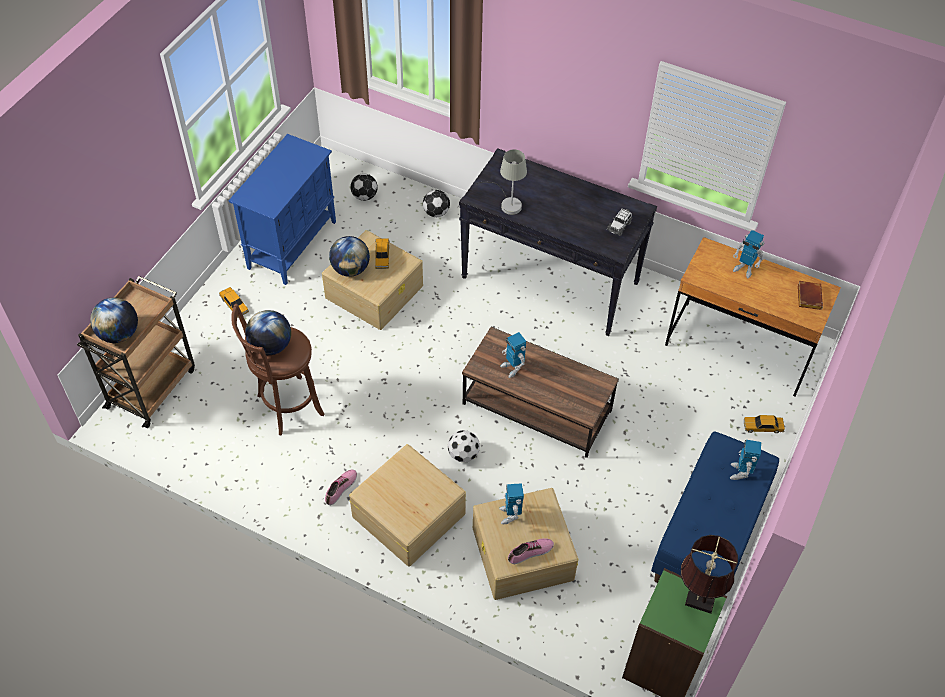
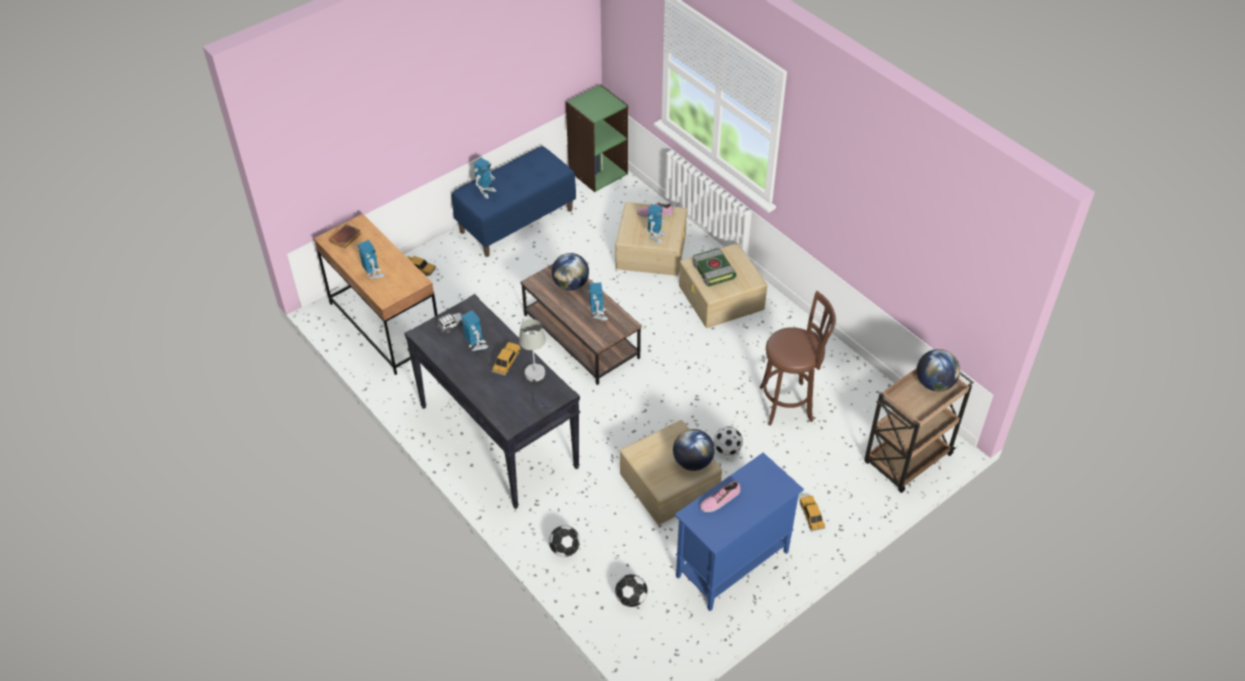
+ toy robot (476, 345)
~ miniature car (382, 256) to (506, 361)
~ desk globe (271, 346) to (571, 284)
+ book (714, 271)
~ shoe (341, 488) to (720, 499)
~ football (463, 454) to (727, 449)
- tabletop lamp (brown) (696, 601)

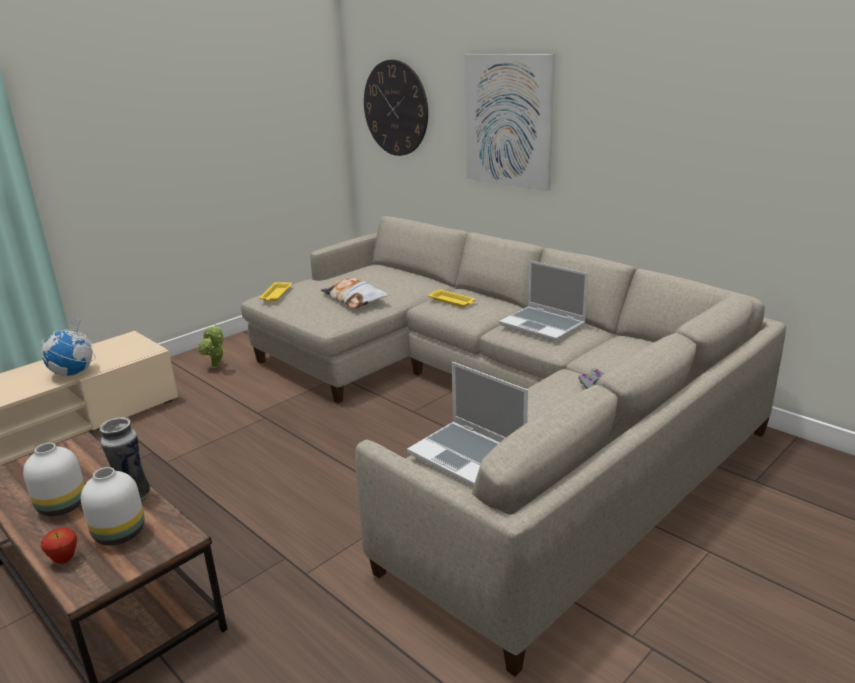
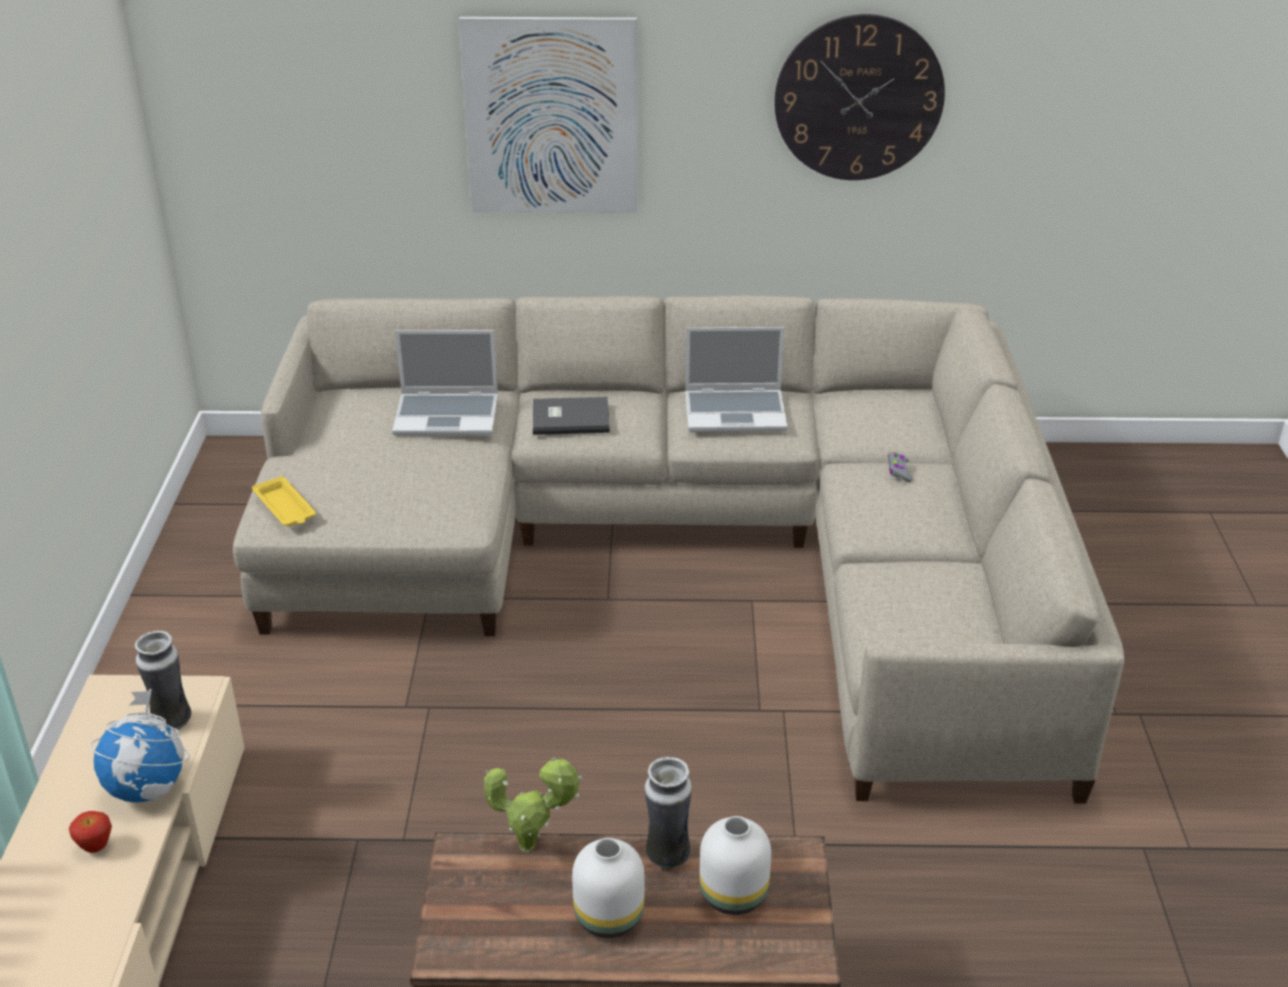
~ apple fruit (64, 560) to (96, 847)
+ flower vase (172, 722)
~ notebook computer (469, 456) to (448, 416)
~ plant in a pot (216, 367) to (533, 846)
~ tray (yellowish) (452, 301) to book (greyish) (569, 418)
~ wall clock (395, 108) to (858, 98)
- pillow (354, 298)

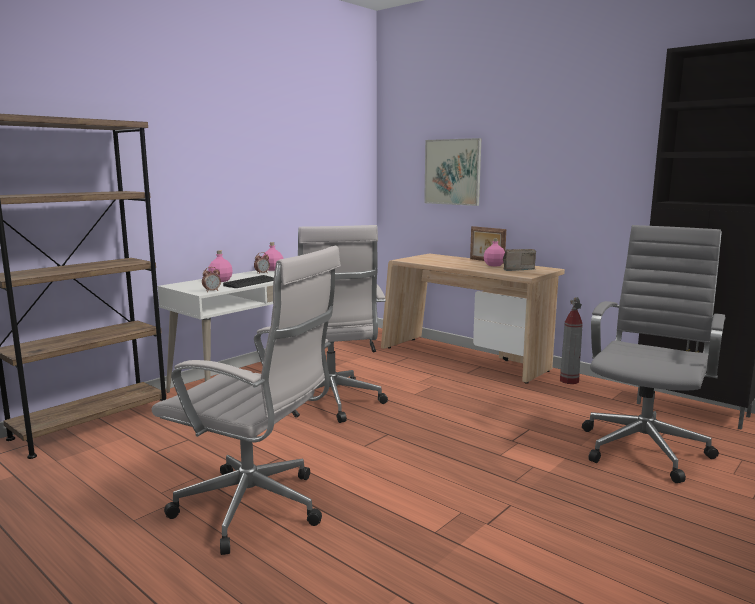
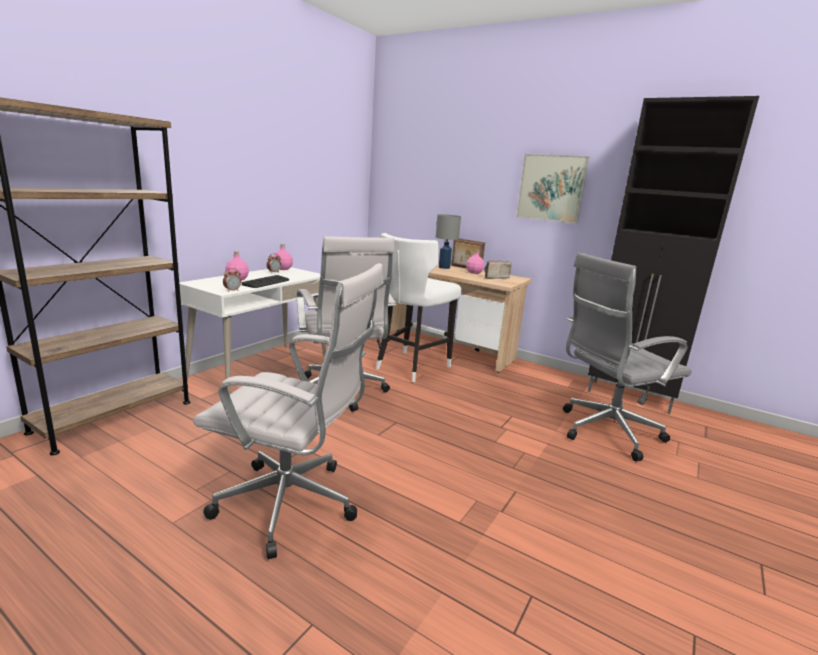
+ sitting stool (white-coloured) (411, 367)
+ tabletop lamp (greyish) (444, 267)
~ wall picture (452, 172) to (551, 188)
~ desk chair (greyish) (644, 448) = (605, 432) 135 degrees counterclockwise
- fire-fighting cylinder (569, 381)

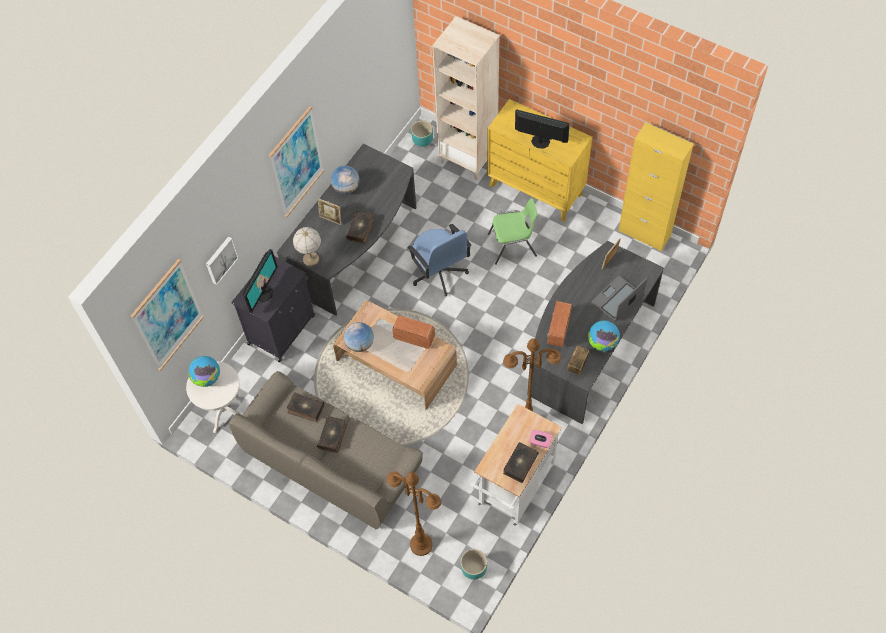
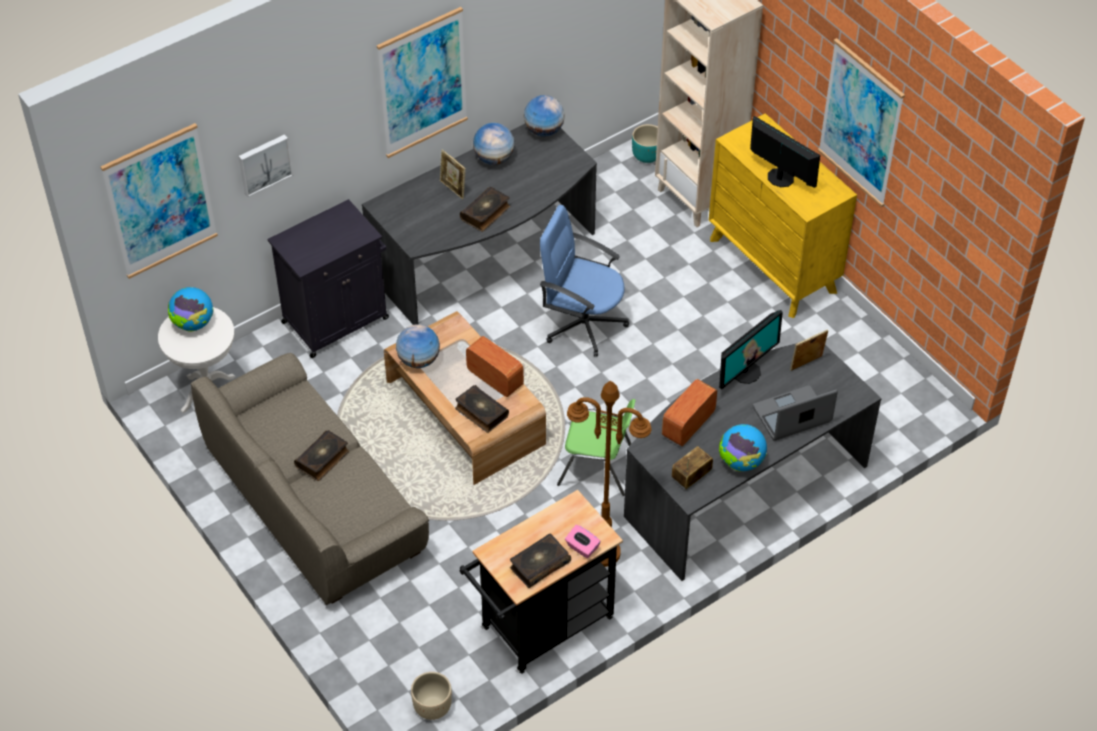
~ flower pot (turquoise-coloured) (474, 568) to flower pot (beige) (432, 706)
~ book (305, 409) to (481, 413)
~ wheeled cart (white-coloured) (513, 490) to wheeled cart (black) (540, 628)
+ desk globe (544, 130)
~ desk chair (blue) (439, 273) = (582, 323) 120 degrees clockwise
~ upright chair (green-coloured) (513, 245) to (597, 469)
~ monitor (263, 293) to (746, 372)
+ wall picture (860, 123)
- tabletop lamp (311, 259)
- standard lamp (brown) (420, 544)
- storage cabinet (yellowish) (644, 233)

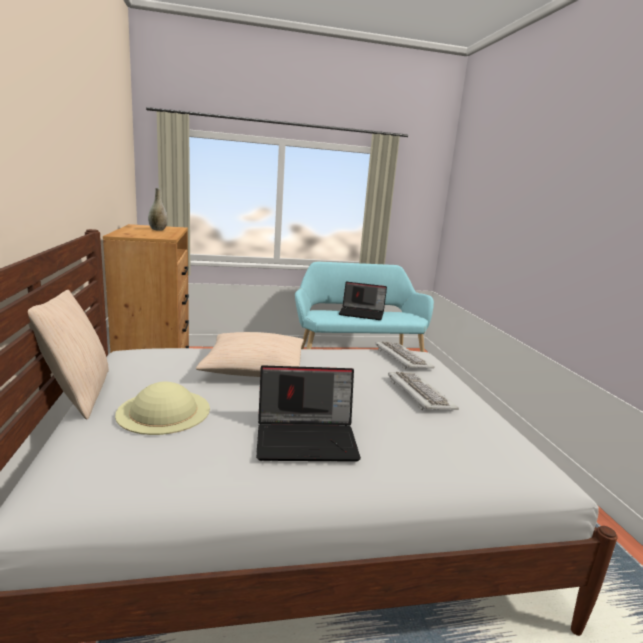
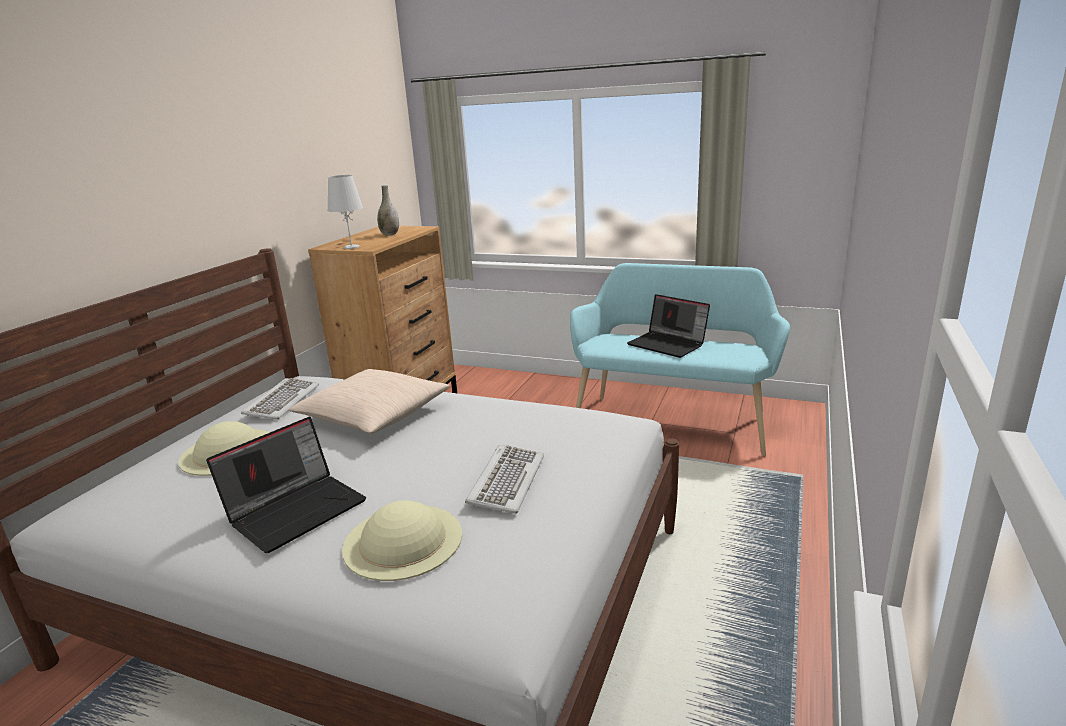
~ notebook computer (308, 439) = (297, 509) 75 degrees counterclockwise
~ keyboard (402, 358) to (282, 401)
+ tabletop lamp (white-coloured) (351, 247)
+ hat (beige) (403, 540)
- pillow (beige) (78, 394)

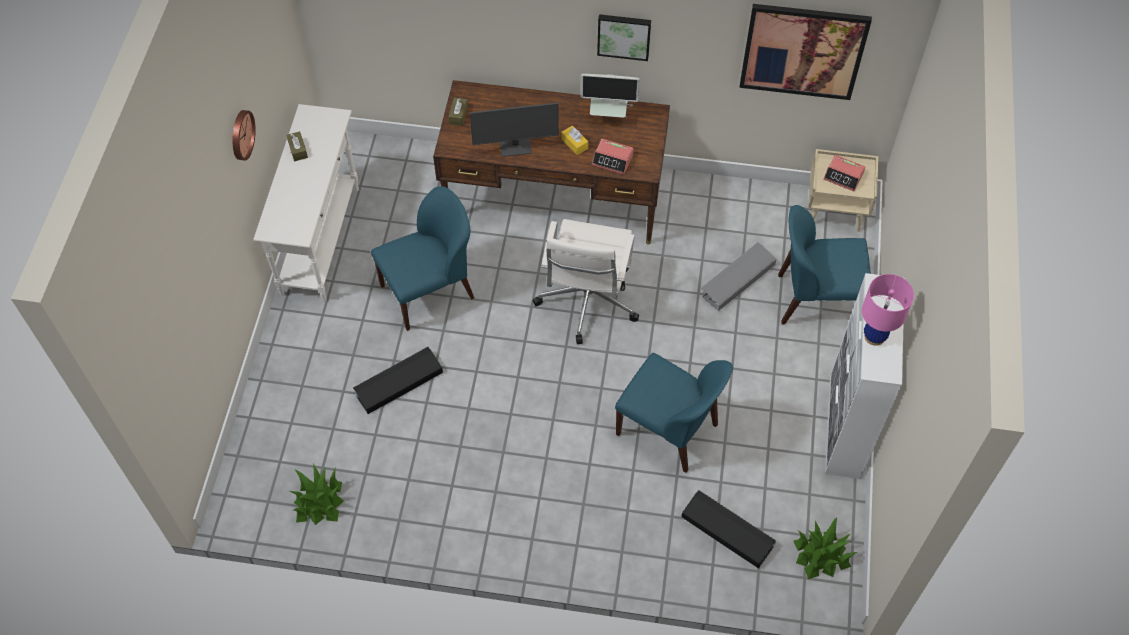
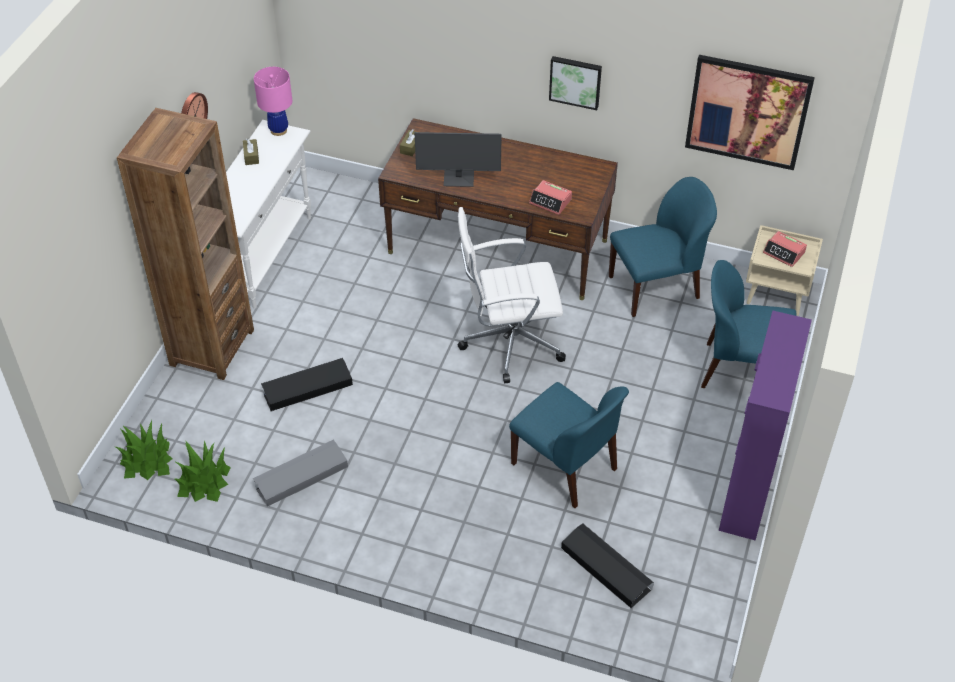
~ plant in a pot (821, 554) to (146, 460)
+ bookcase (brown) (212, 347)
~ storage box (greyish) (737, 279) to (301, 476)
~ tabletop lamp (pink) (874, 336) to (278, 130)
~ desk chair (white-coloured) (587, 302) = (509, 342) 60 degrees clockwise
~ upright chair (blue) (429, 291) to (656, 287)
~ storage cabinet (white-coloured) (844, 427) to storage cabinet (purple-coloured) (748, 490)
- box of tissues (yellowish) (574, 144)
- monitor (608, 117)

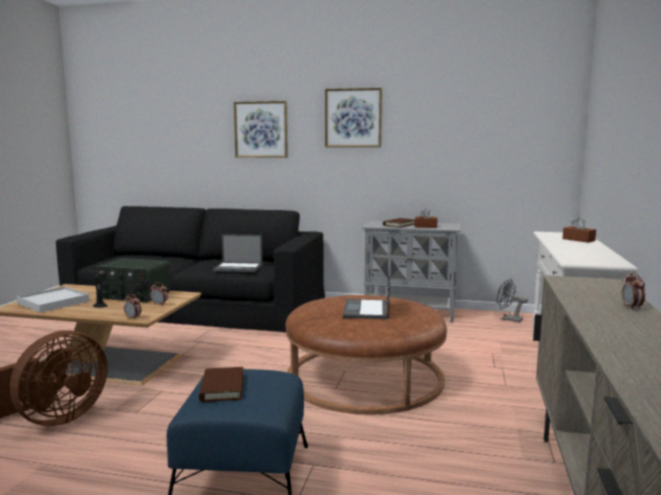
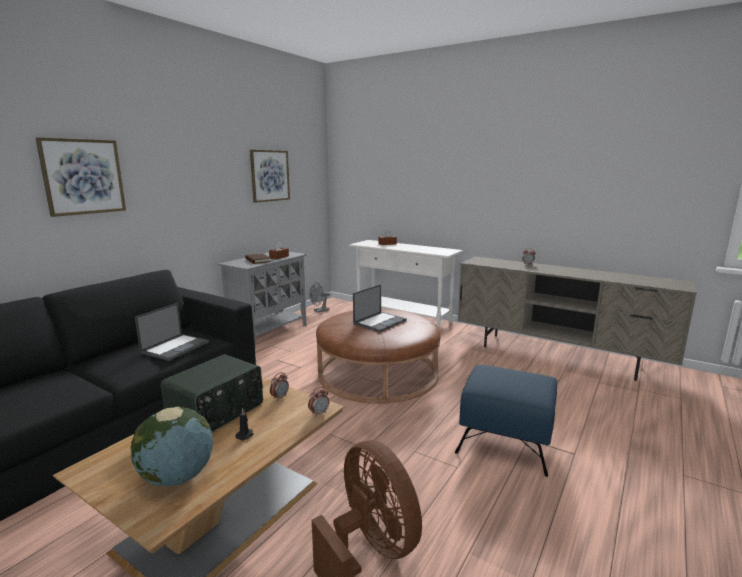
~ tray (white-coloured) (53, 302) to desk globe (177, 477)
~ wall picture (353, 118) to (270, 175)
~ notebook computer (367, 310) = (380, 322) 75 degrees counterclockwise
- book (brown) (222, 387)

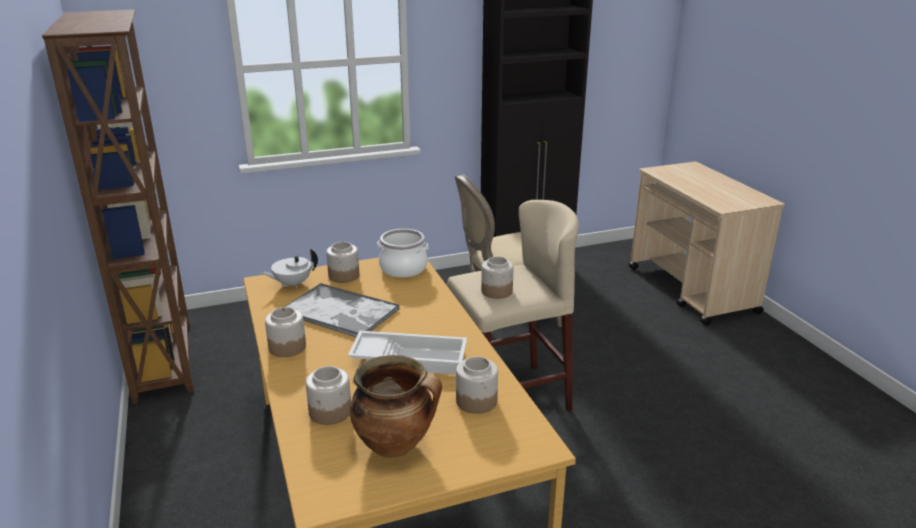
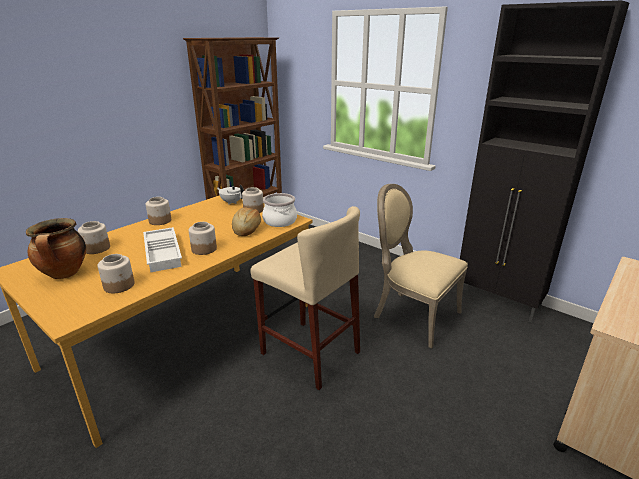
~ preserve jar (496, 291) to (203, 249)
+ bakery bread (246, 229)
- tray (341, 312)

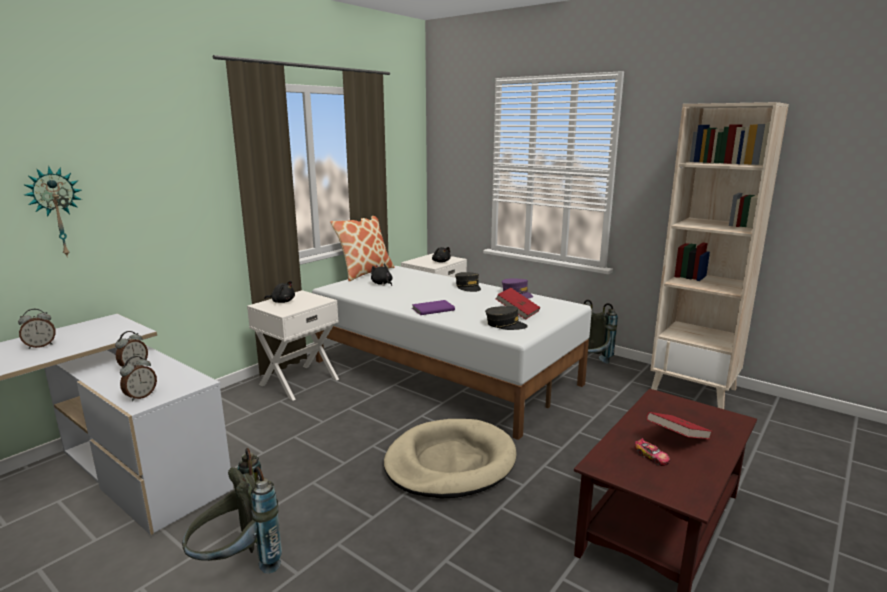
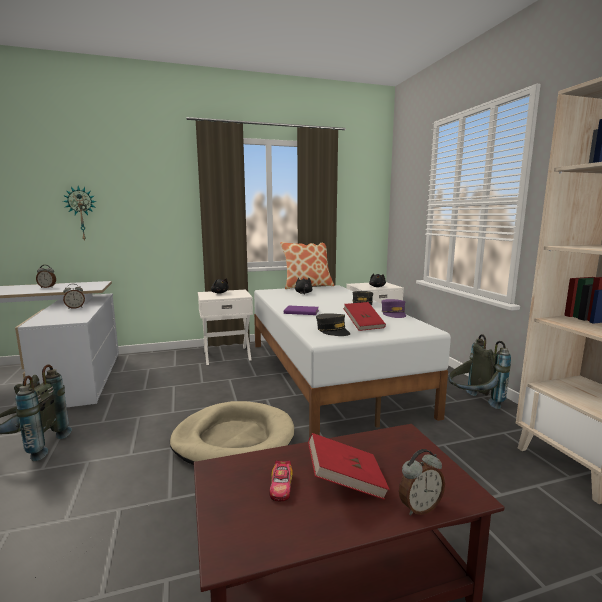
~ alarm clock (140, 396) to (419, 507)

